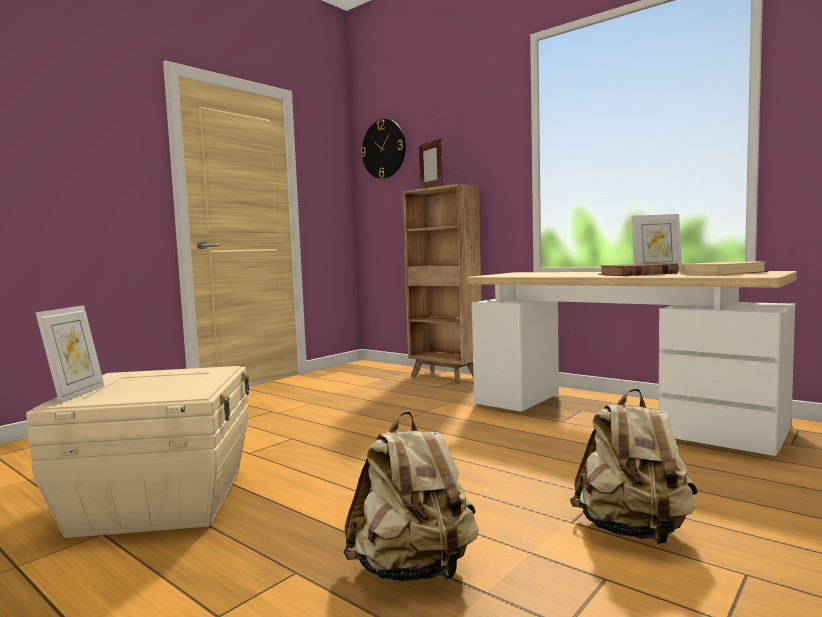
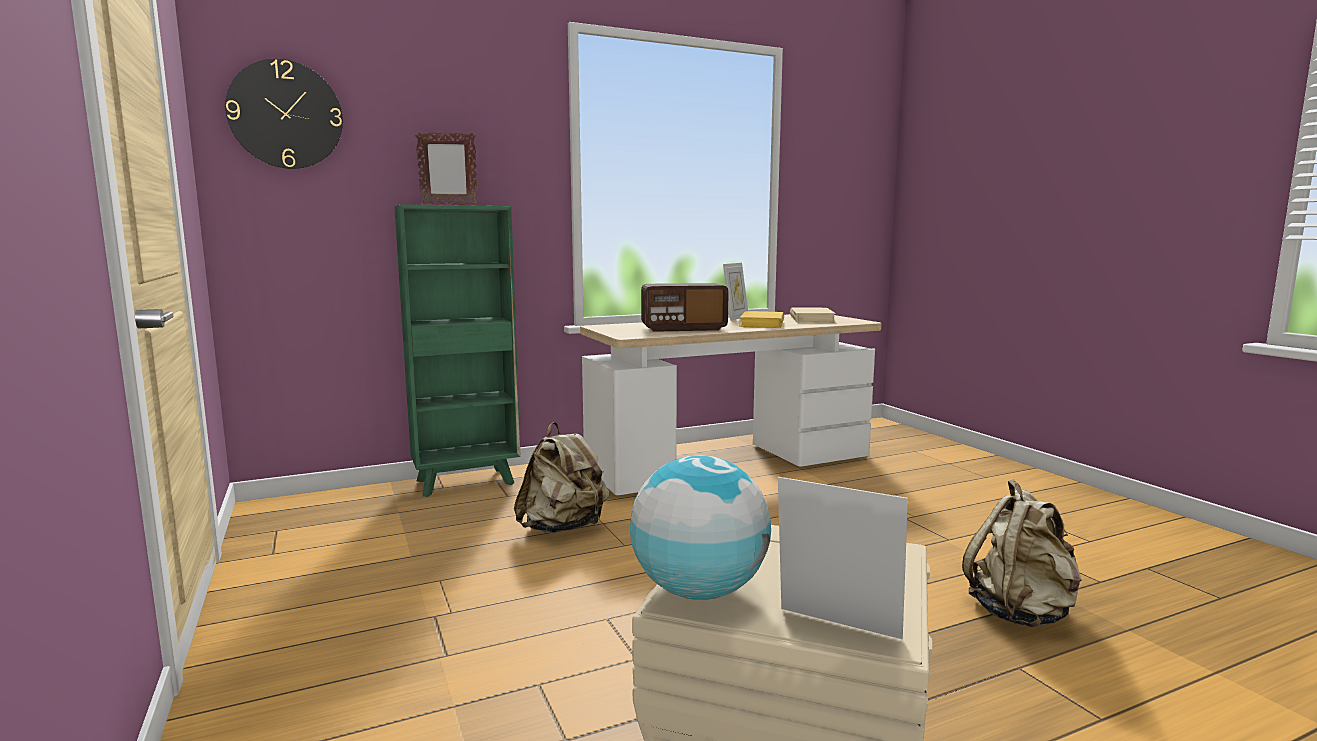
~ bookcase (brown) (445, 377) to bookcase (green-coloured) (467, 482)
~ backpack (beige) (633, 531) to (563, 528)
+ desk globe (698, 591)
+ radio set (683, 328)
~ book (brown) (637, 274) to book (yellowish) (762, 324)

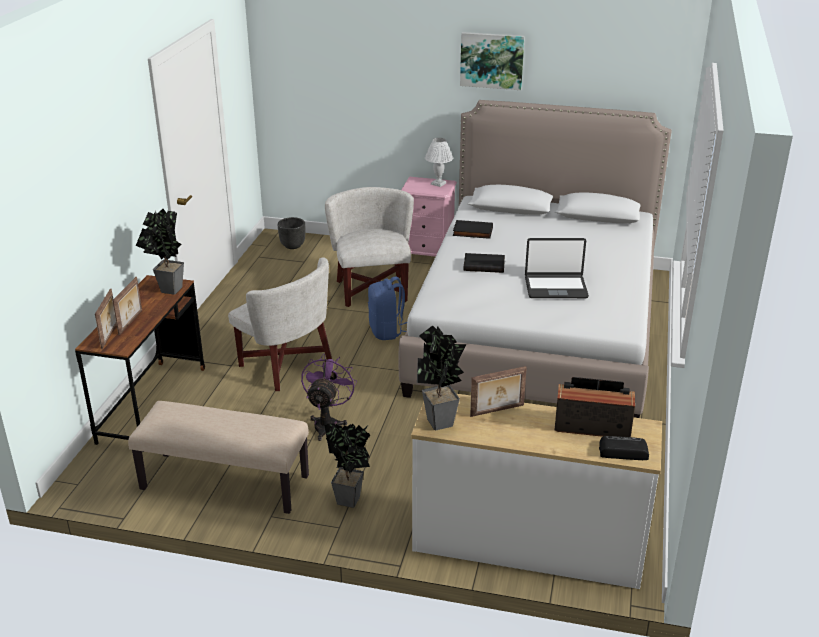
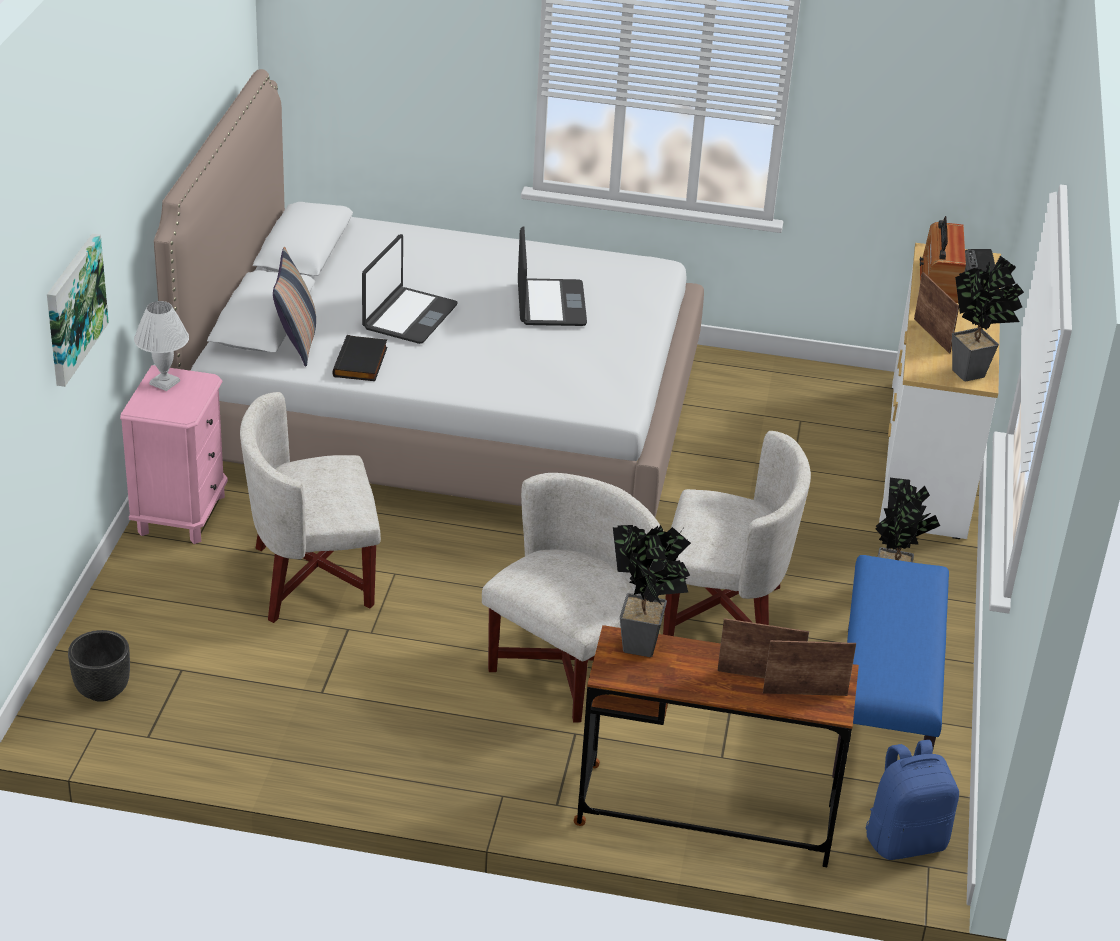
~ wall picture (492, 60) to (73, 308)
+ pillow (297, 342)
+ notebook computer (409, 317)
~ fan (purple-coloured) (327, 423) to armchair (white-coloured) (724, 616)
~ long seat (beige) (224, 483) to long seat (blue) (885, 708)
~ backpack (blue) (387, 331) to (905, 840)
- book (black) (484, 265)

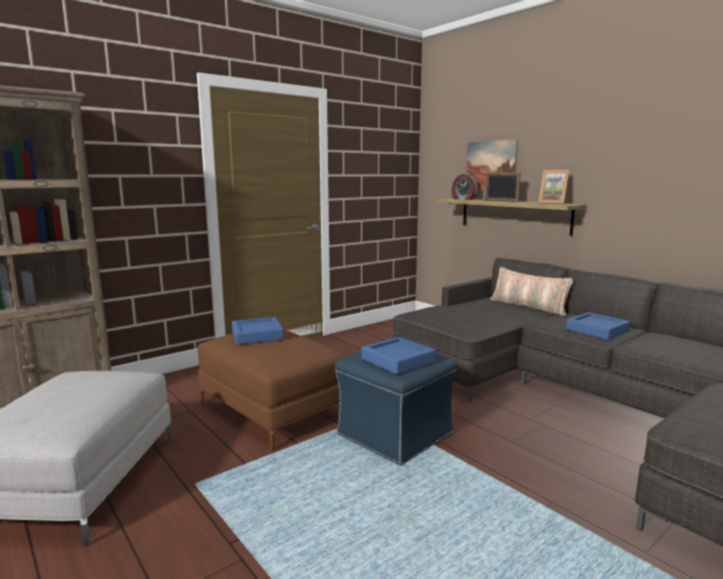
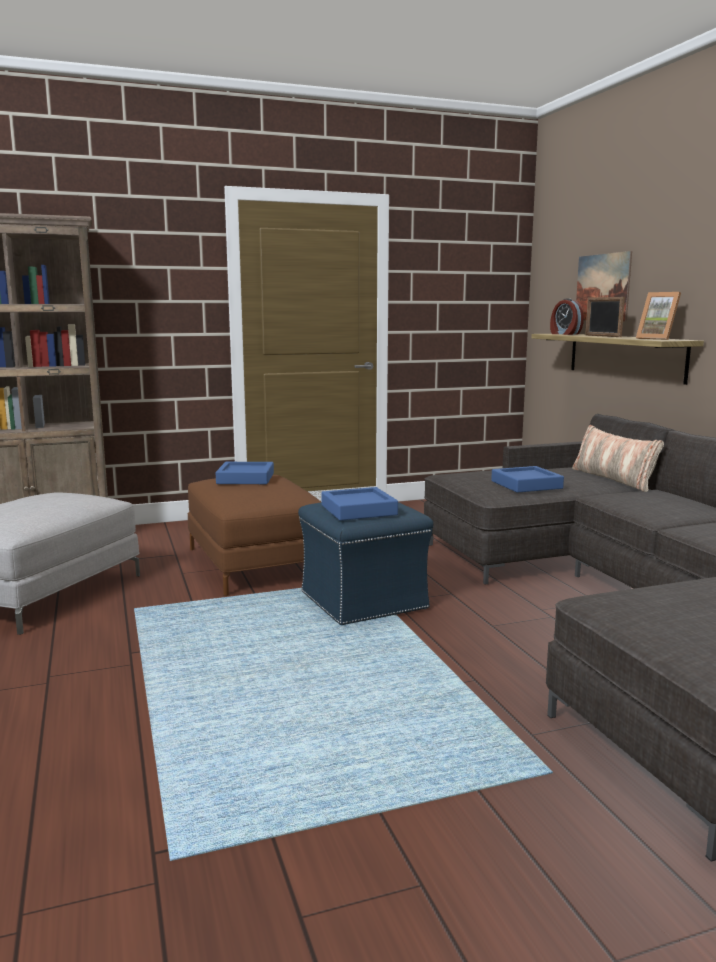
~ tray (blue) (597, 330) to (526, 485)

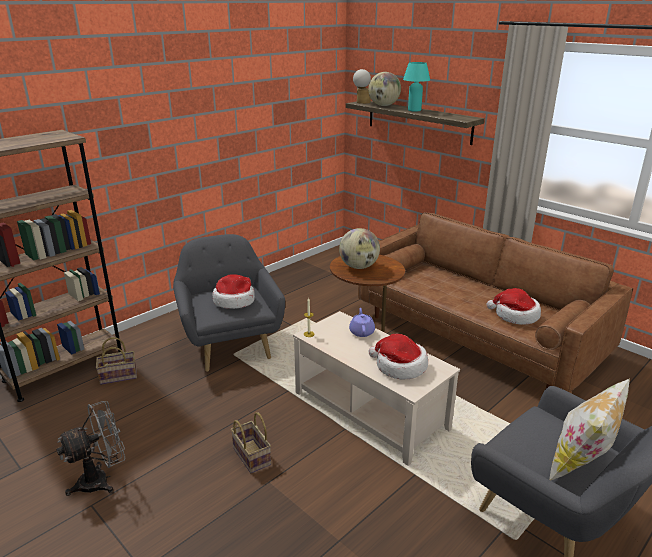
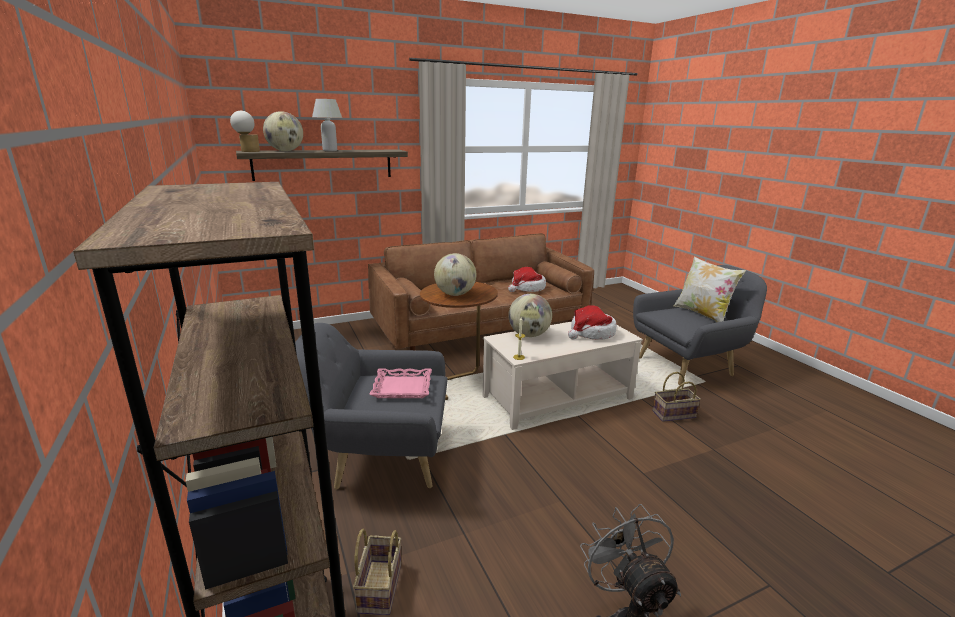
~ tabletop lamp (turquoise-coloured) (414, 110) to tabletop lamp (white-coloured) (330, 150)
~ hat (234, 300) to tray (pink) (402, 388)
~ teapot (purple-coloured) (361, 332) to desk globe (529, 335)
~ household basket (250, 456) to (673, 415)

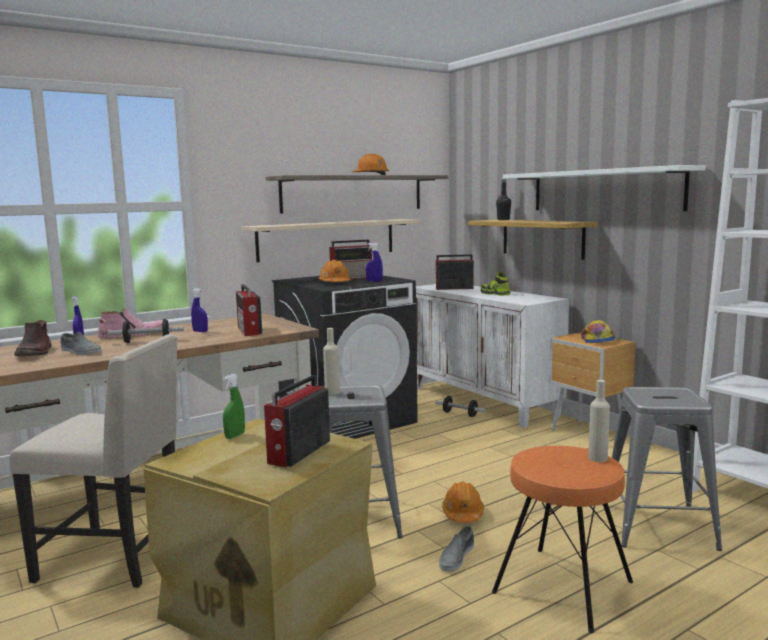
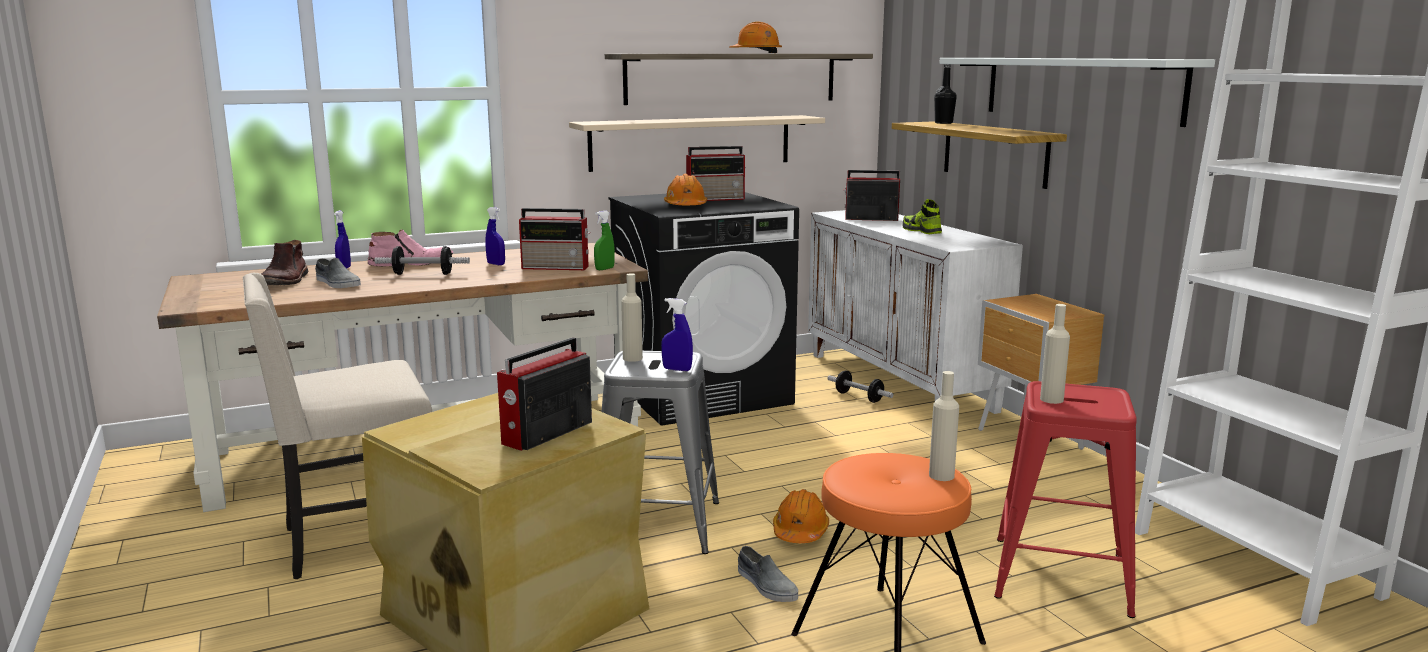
~ upright chair (beige) (116, 558) = (356, 540) 135 degrees clockwise
~ radio set (249, 331) = (557, 267) 75 degrees counterclockwise
~ spray bottle (green-coloured) (235, 436) to (604, 269)
~ spray bottle (blue) (374, 281) to (677, 369)
~ shoe (greyish) (456, 557) = (766, 585) 75 degrees counterclockwise
~ sitting stool (greyish) (657, 526) to sitting stool (red-coloured) (1060, 576)
+ beverage bottle (beige) (1051, 399)
- baseball cap (598, 340)

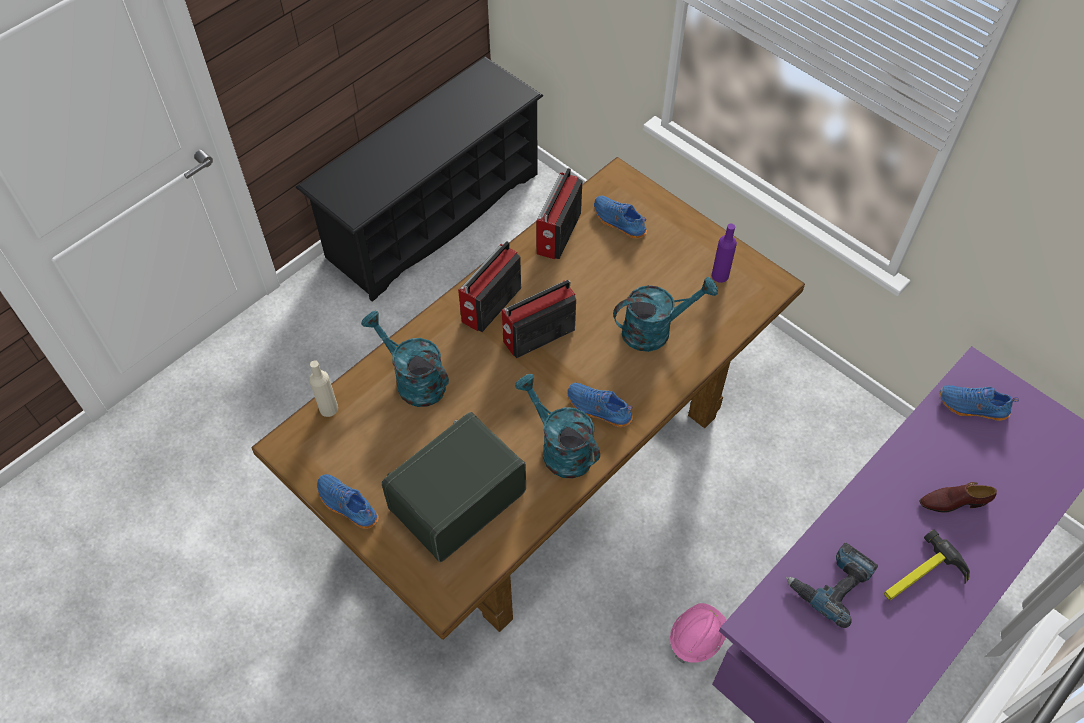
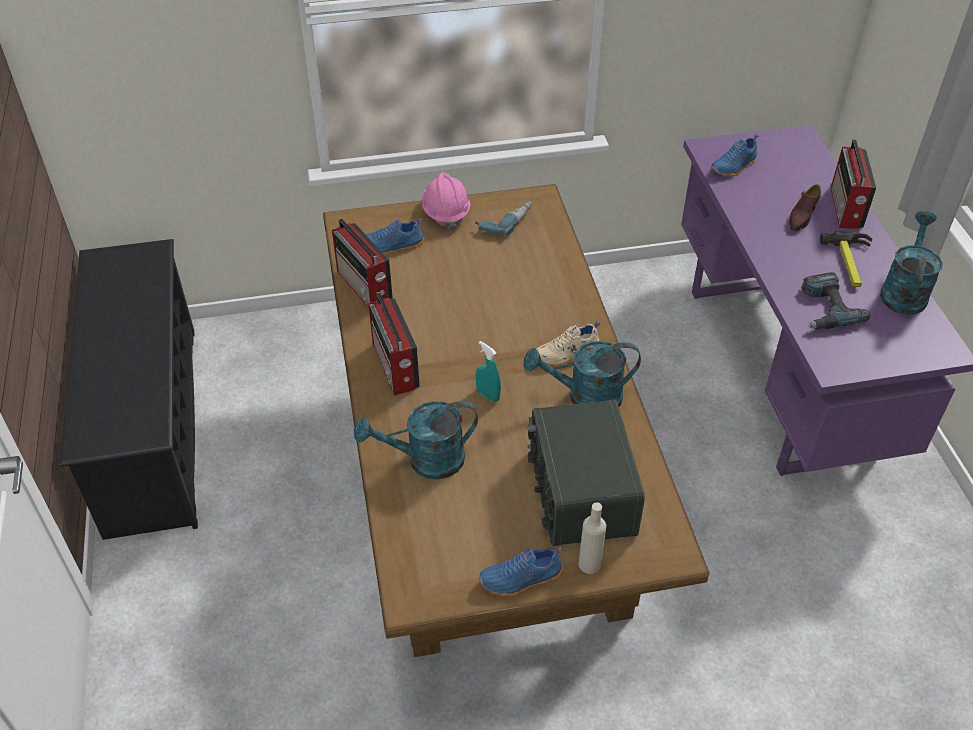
~ safety helmet (pink) (697, 637) to (445, 213)
~ beverage bottle (purple-coloured) (720, 275) to drill (504, 220)
+ spray bottle (turquoise-coloured) (488, 395)
~ shoe (blue) (598, 409) to shoe (beige) (567, 354)
~ beverage bottle (beige) (328, 408) to (589, 564)
~ radio set (537, 335) to (845, 209)
~ watering can (turquoise-coloured) (655, 330) to (904, 291)

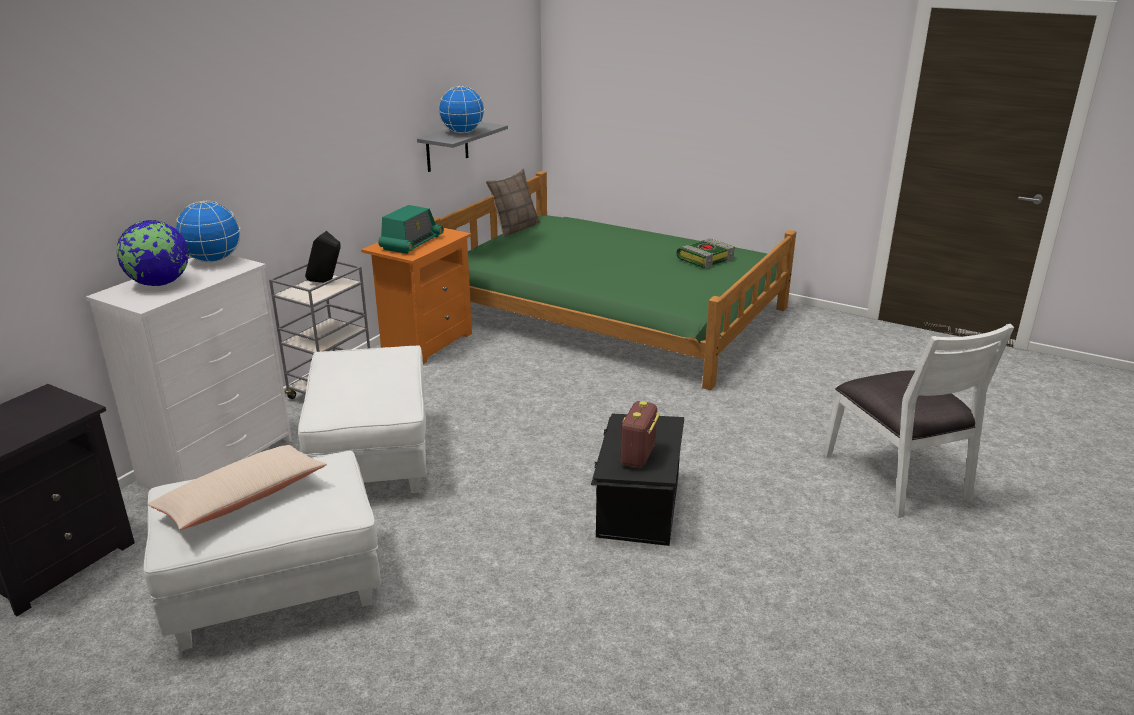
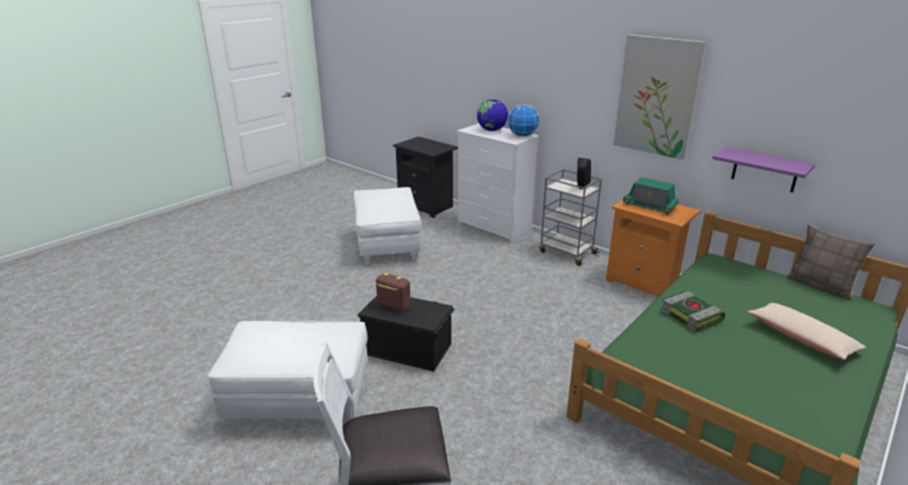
~ footrest (white-coloured) (372, 457) to (299, 402)
+ wall picture (657, 96)
~ book (705, 259) to (692, 316)
~ shelf (greyish) (447, 147) to shelf (purple-coloured) (765, 170)
~ pillow (beige) (242, 499) to (801, 338)
- desk globe (462, 132)

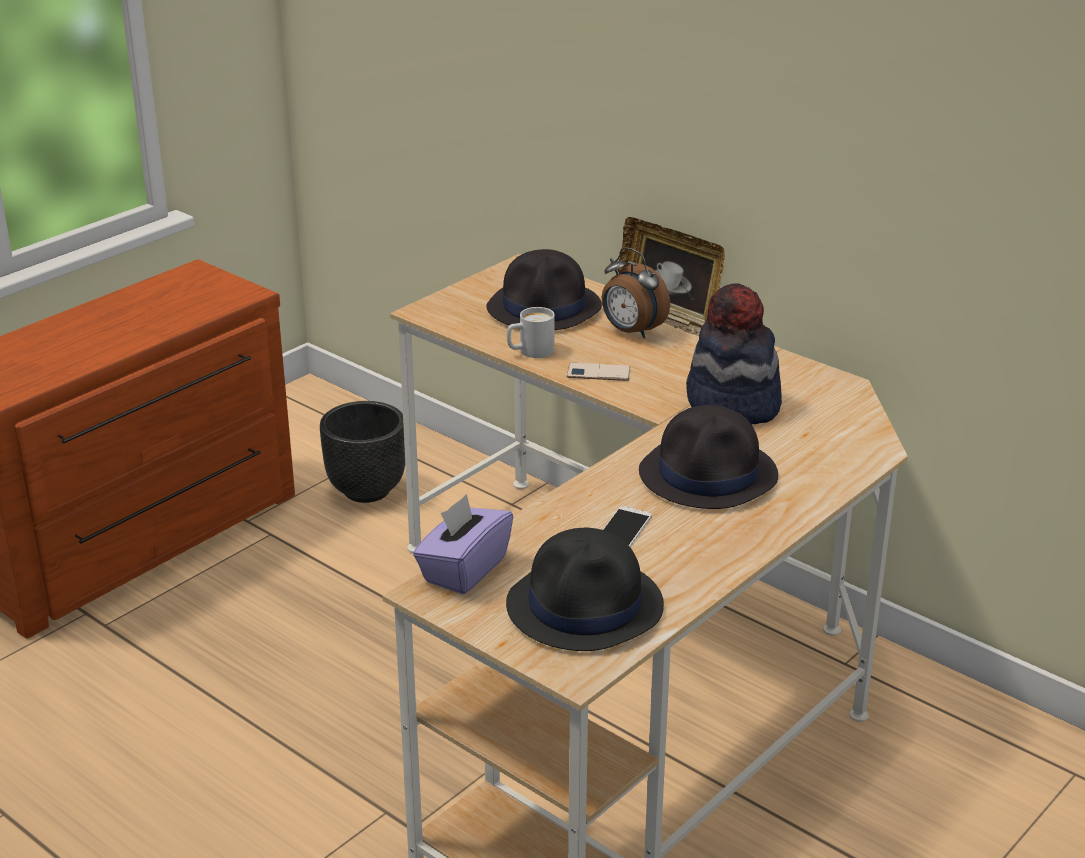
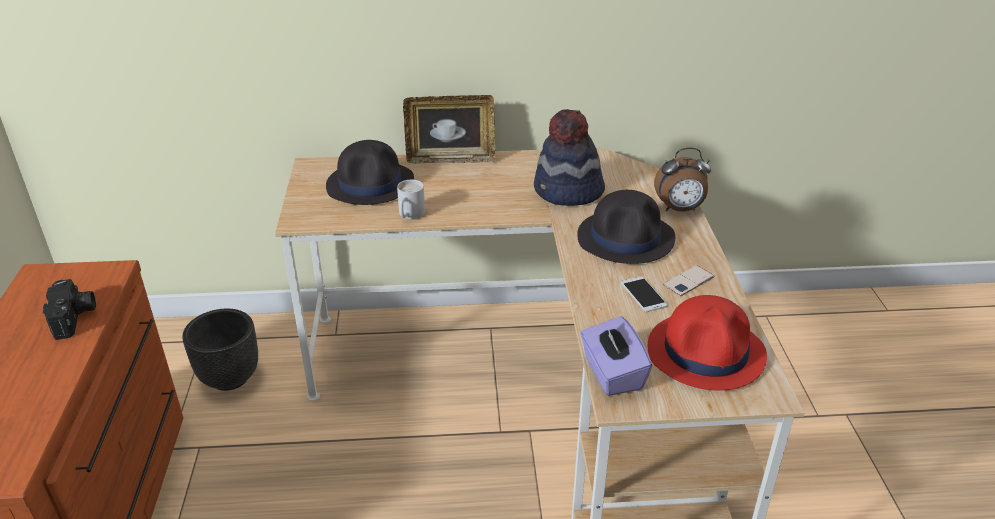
+ still camera (75, 318)
~ hat (black) (586, 606) to hat (red-coloured) (706, 352)
~ alarm clock (631, 332) to (679, 209)
~ telephone (598, 372) to (688, 281)

